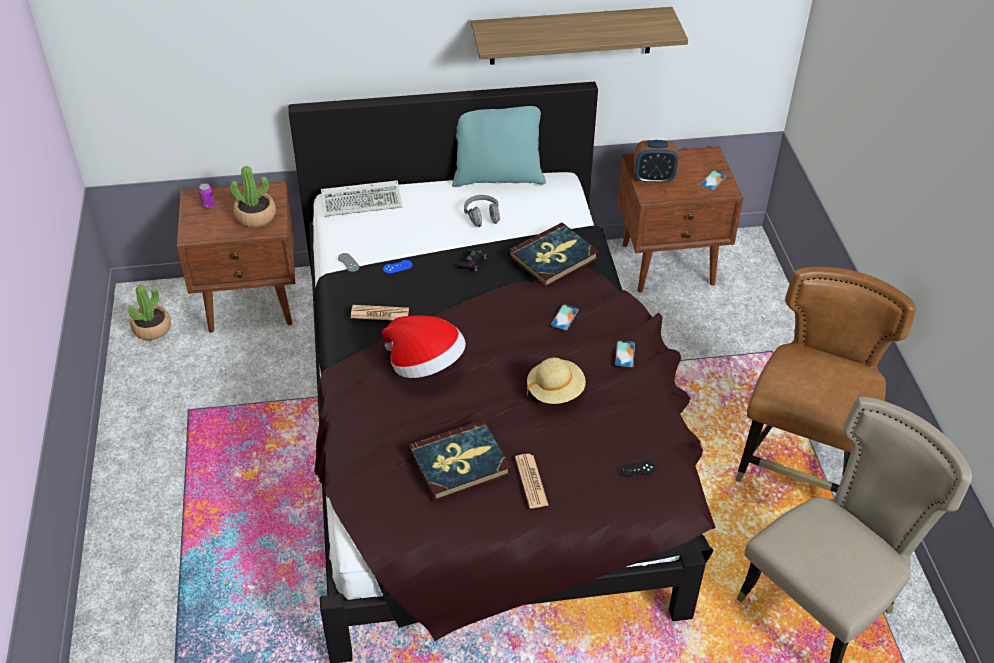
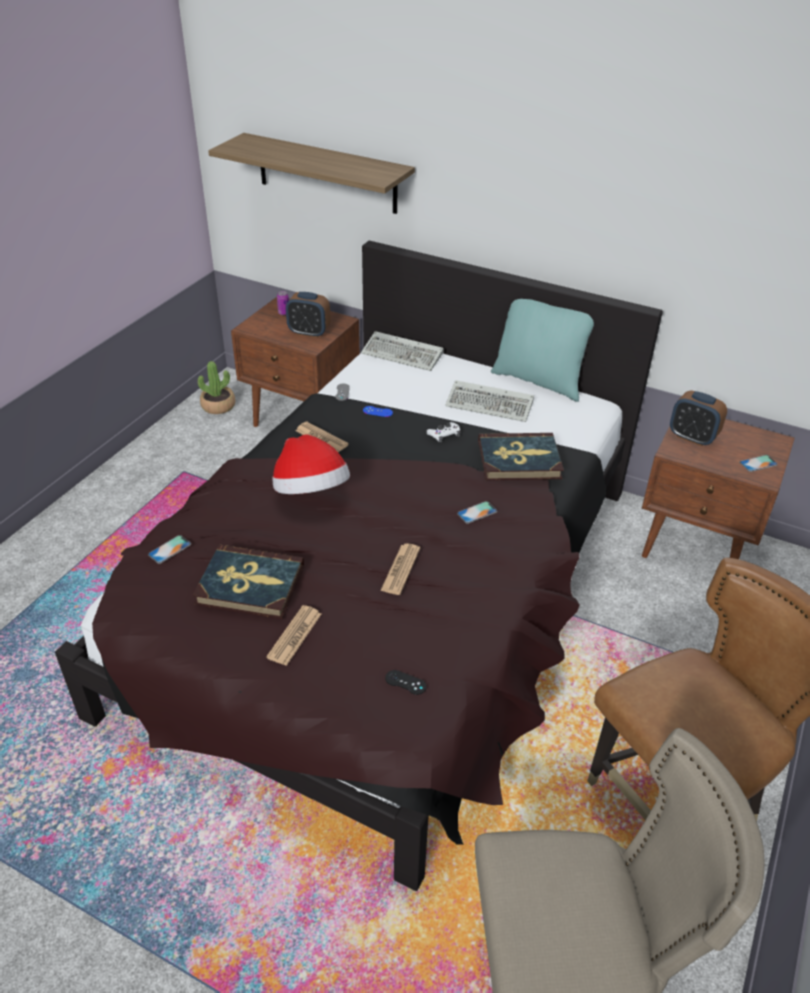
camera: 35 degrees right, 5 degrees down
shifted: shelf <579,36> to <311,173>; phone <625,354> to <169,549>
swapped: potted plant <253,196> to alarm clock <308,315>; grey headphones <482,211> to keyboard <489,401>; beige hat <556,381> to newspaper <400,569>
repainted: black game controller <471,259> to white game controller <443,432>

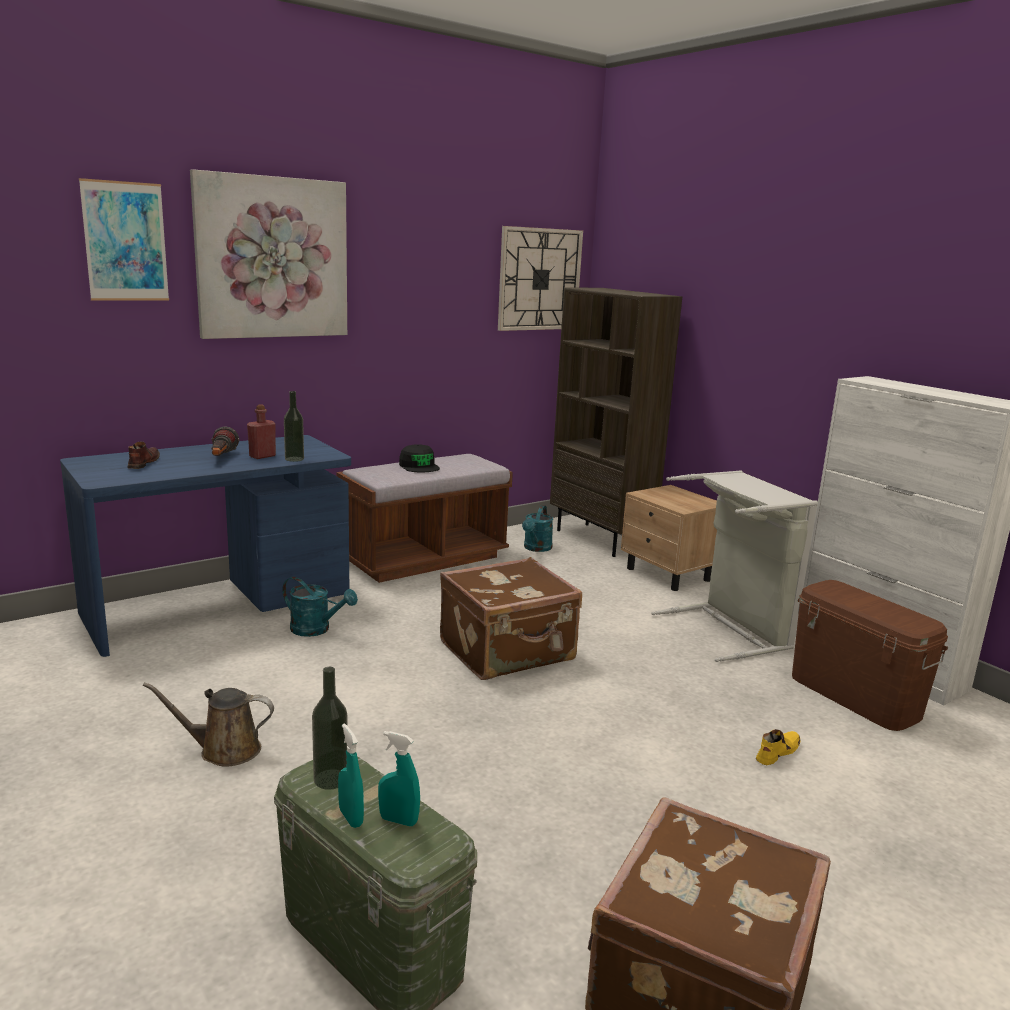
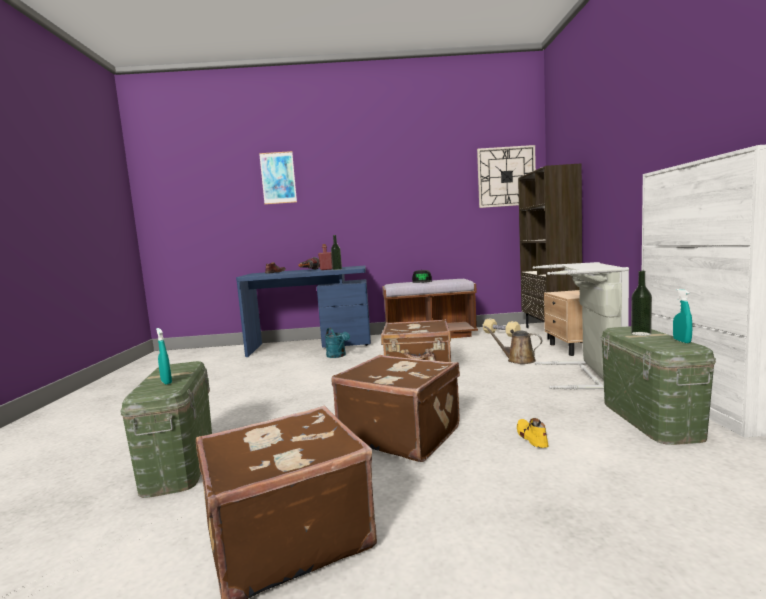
camera: 35 degrees right, 10 degrees down
gone: picture <268,254>
new: brown suitcase <396,408>
shifted: brown watering can <208,724> to <513,345>; bottle <330,728> to <641,303>; turquoise spray bottle <351,775> to <682,316>
swapped: turquoise watering can <537,528> to beige dumbbell <502,328>
repainted: brown storage box <870,655> to green storage box <658,385>
rotated: yellow shoe <778,747> = <532,433> 90 degrees counterclockwise

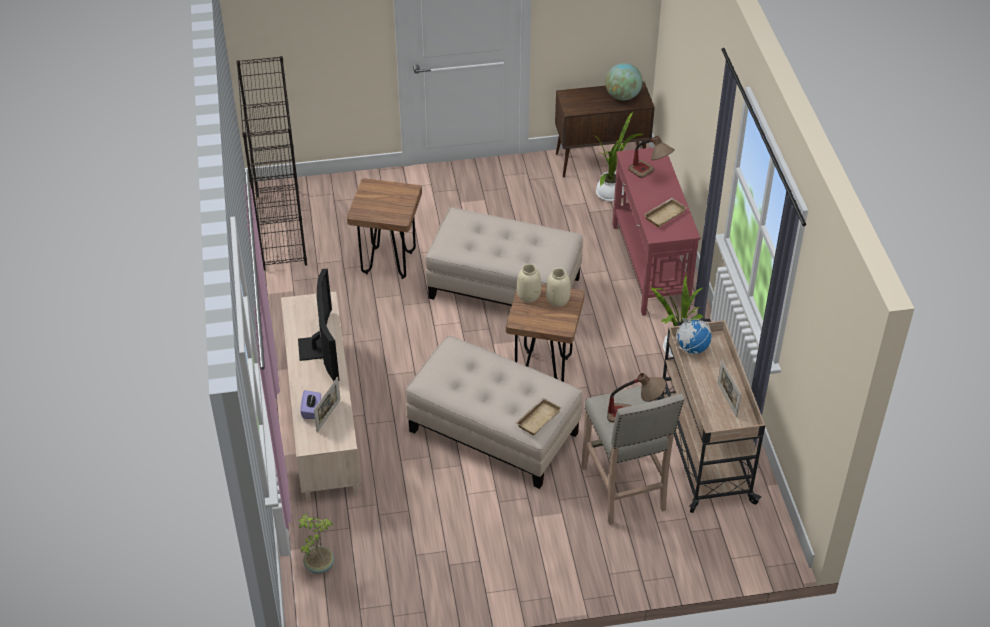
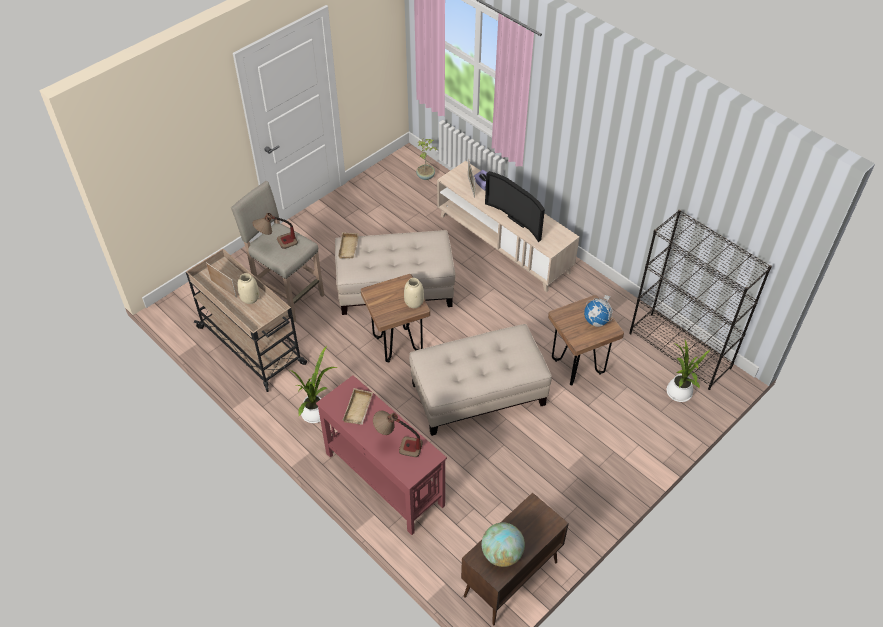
camera: 145 degrees right, 5 degrees up
shifted: beige vase <558,287> to <248,288>; potted plant <618,156> to <688,371>; globe <694,336> to <598,311>

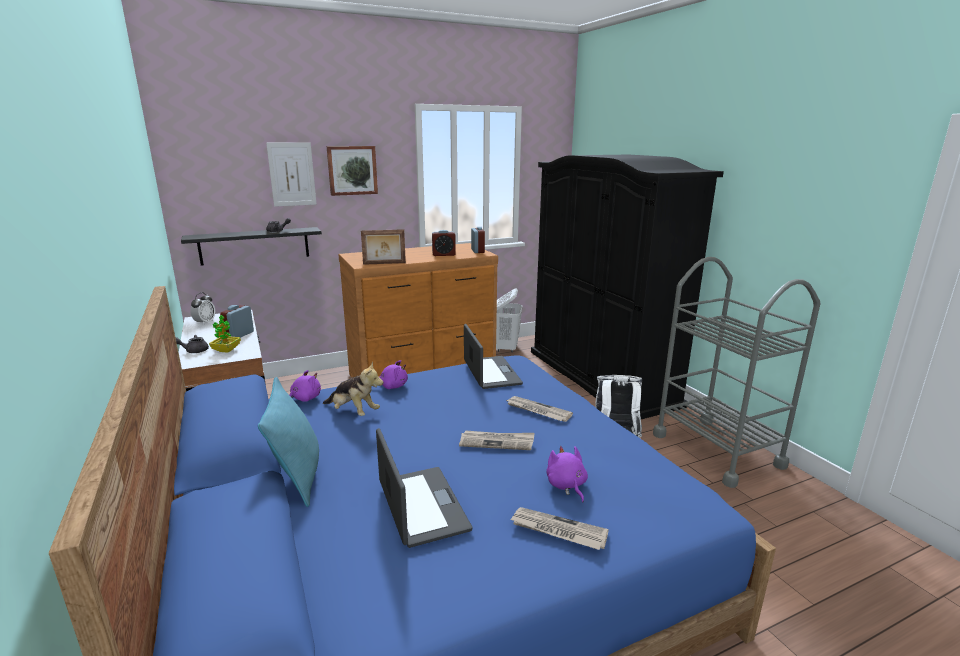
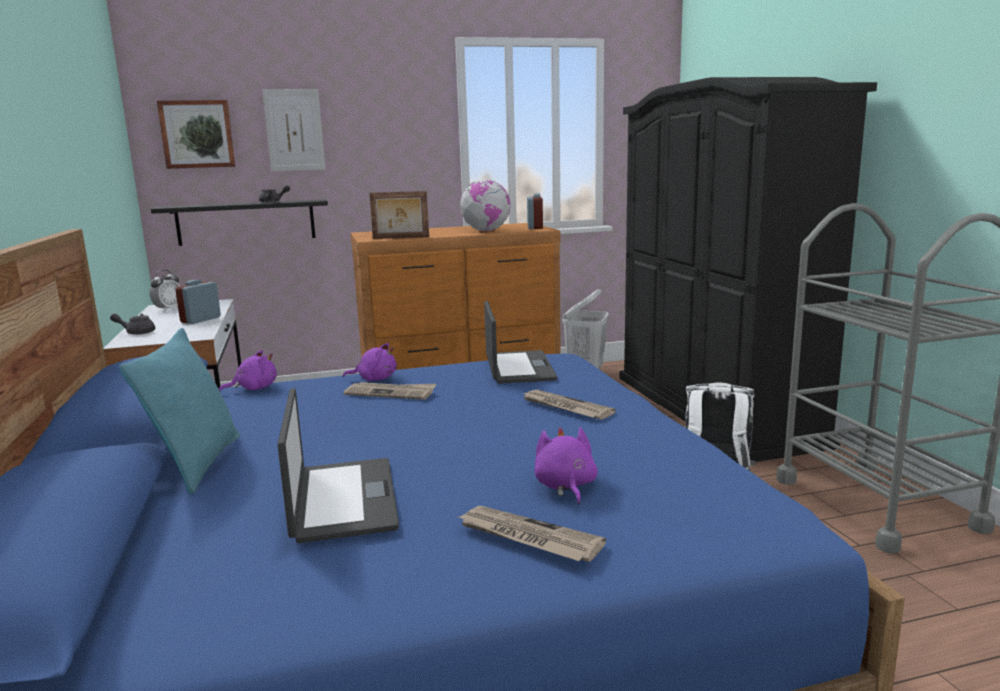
camera: 10 degrees right, 5 degrees down
gone: potted plant <225,334>; plush toy <353,388>
shifted: picture <352,171> to <196,134>; newspaper <496,440> to <390,391>
swapped: alarm clock <444,243> to globe <485,205>

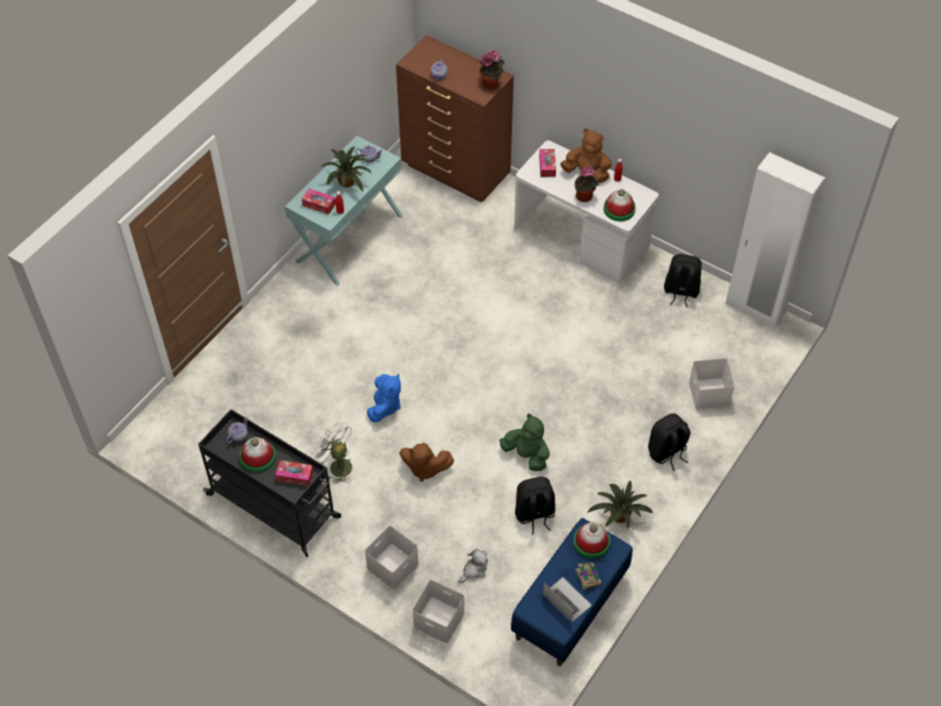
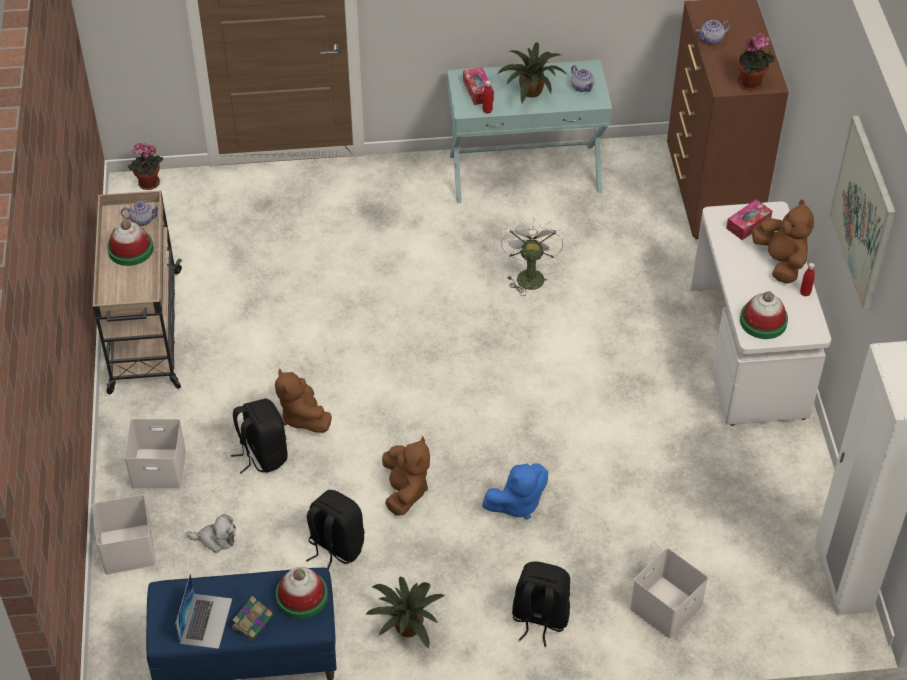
camera: 50 degrees right, 5 degrees down
gone: tissue box <294,473>
new: picture <862,212>
shifted: white fan <331,452> to <532,257>; blue plush toy <384,397> to <515,491>; potted plant <587,184> to <145,166>; black backpack <683,280> to <259,436>
repainted: black cart <269,483> to beige cart <137,292>; green plush toy <524,442> to brown plush toy <406,476>

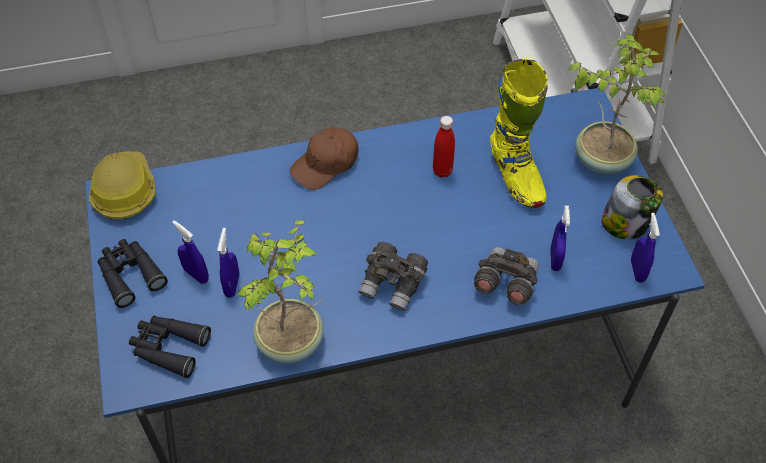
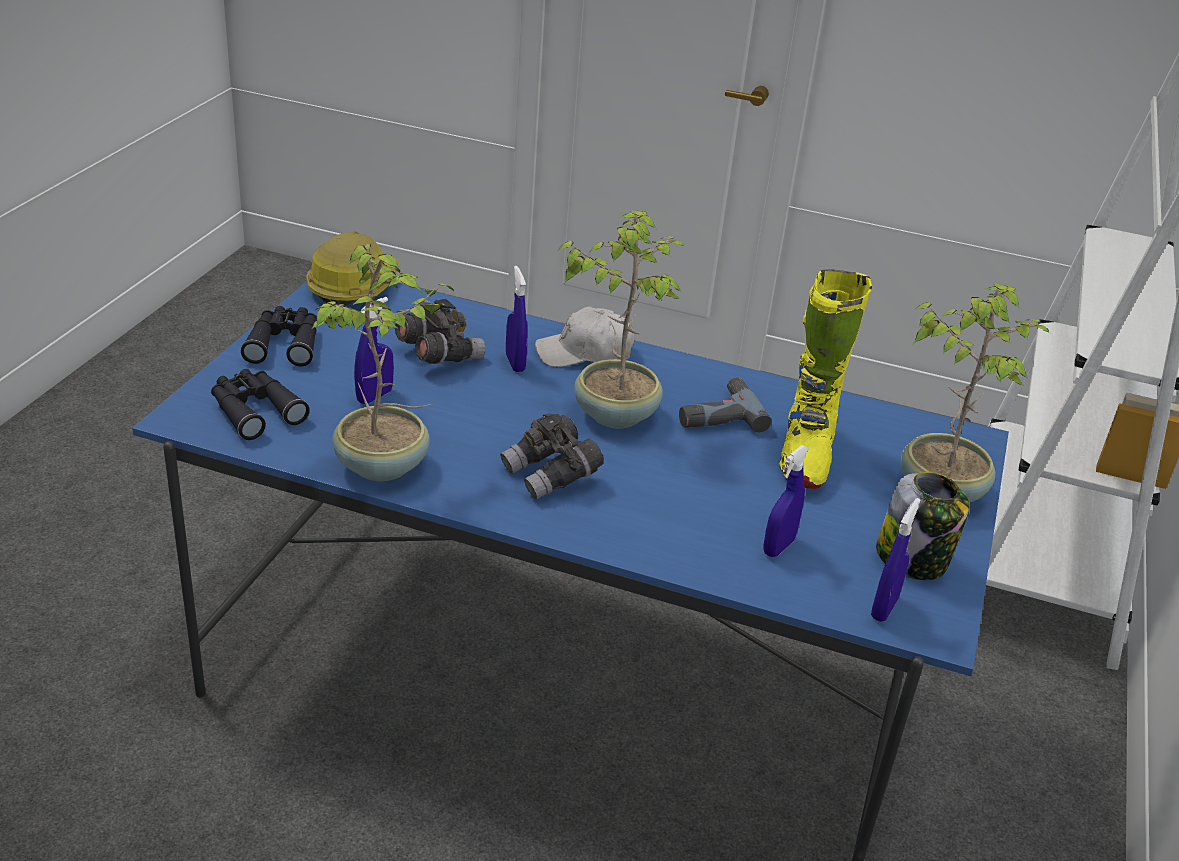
camera: 30 degrees right, 20 degrees down
new: potted plant <621,319>
shifted: blue spray bottle <190,252> to <517,319>; grey binoculars <506,276> to <440,331>
swapped: red bottle <444,147> to power drill <725,404>
repainted: brown cap <324,158> to white cap <585,337>

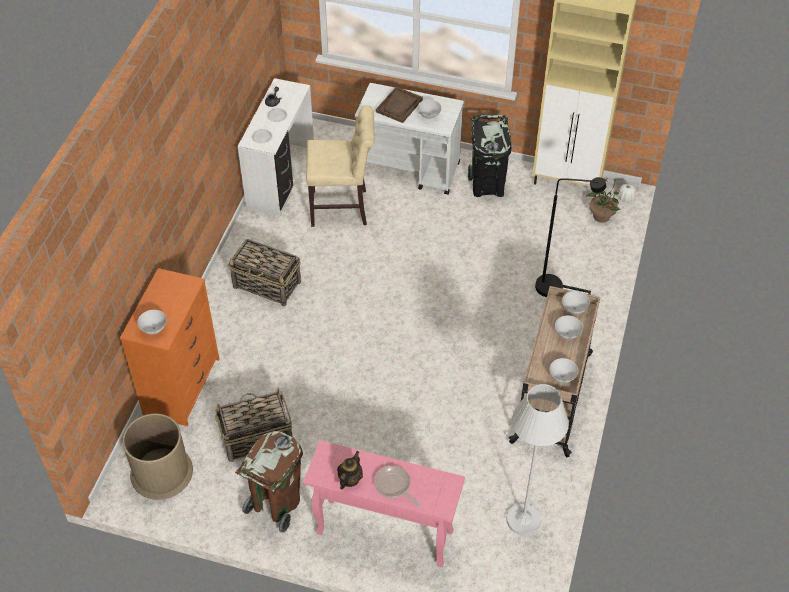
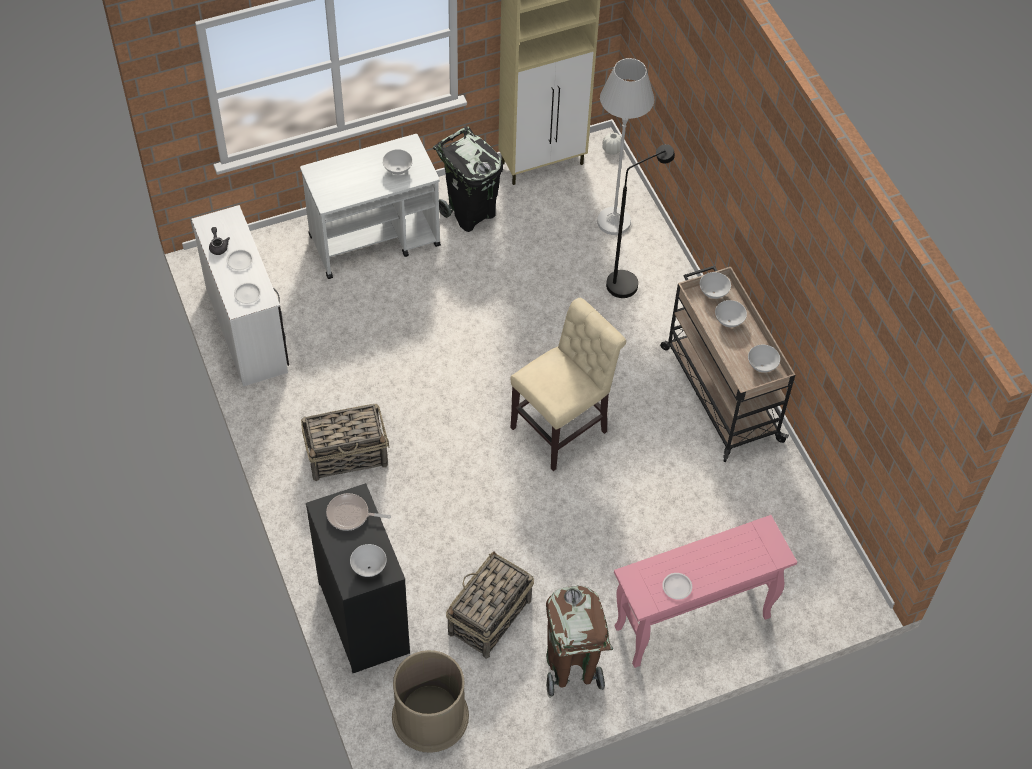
camera: 40 degrees left, 5 degrees up
gone: brown tray <399,105>; potted plant <603,200>
shifted: beige chair <340,166> to <568,384>; frying pan <397,485> to <358,512>; white floor lamp <537,459> to <625,146>
swapped: teapot <350,470> to white plate <677,586>
repainted: orange dresser <169,347> to black dresser <358,578>

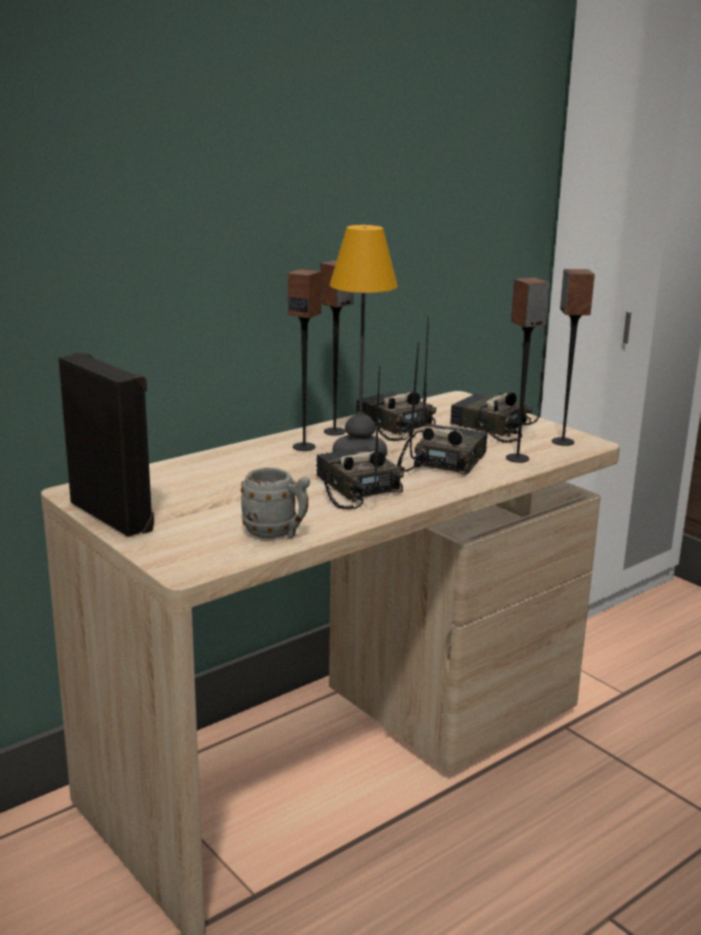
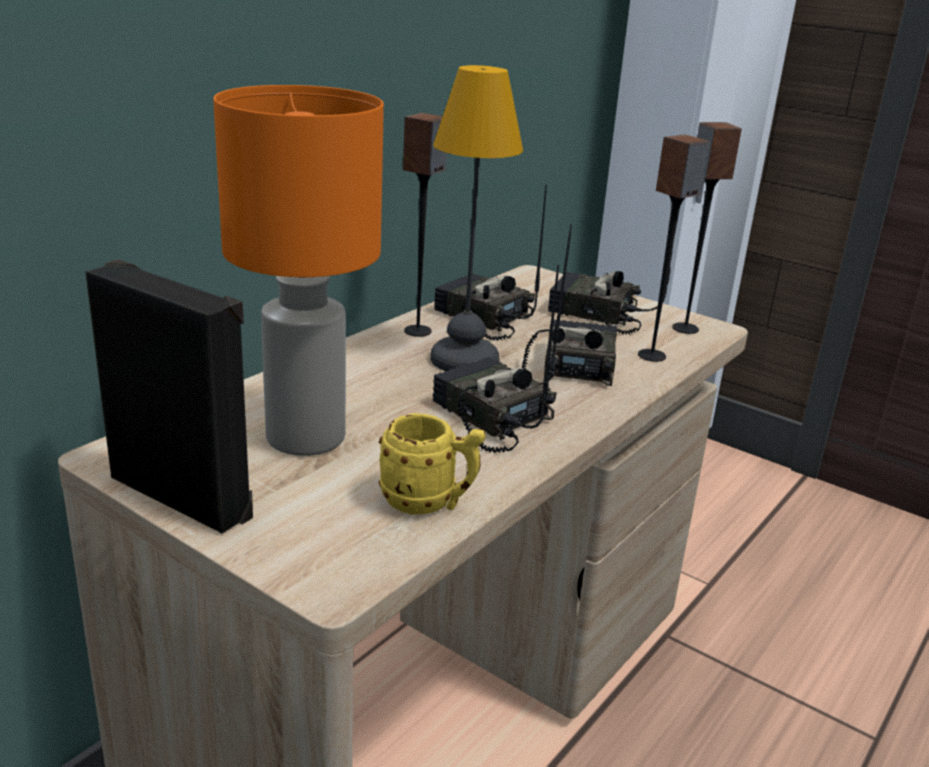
camera: 15 degrees left, 5 degrees up
gone: speaker <305,360>
new: orange table lamp <298,270>
repainted: grey mug <275,502> to yellow mug <432,463>

